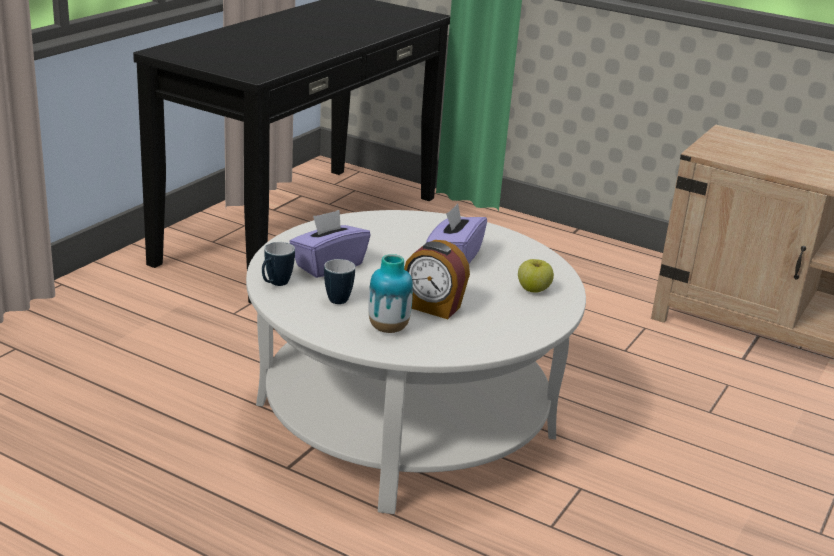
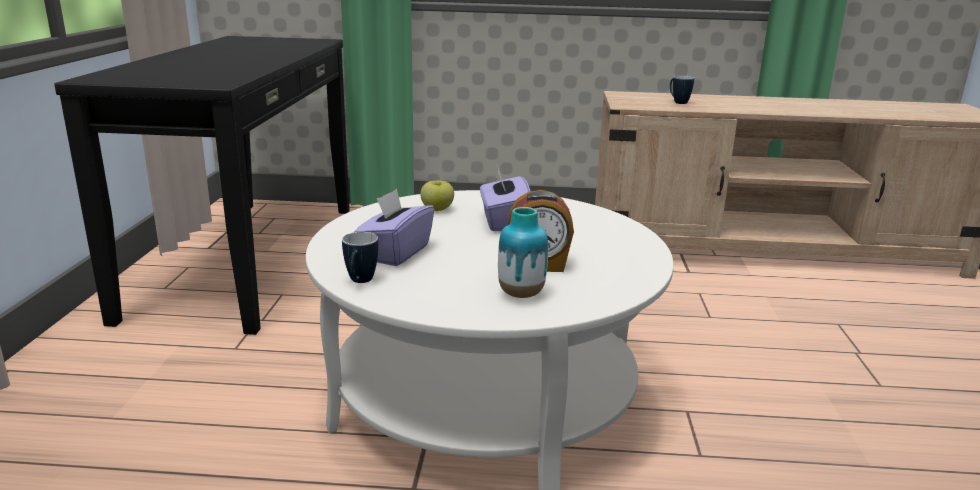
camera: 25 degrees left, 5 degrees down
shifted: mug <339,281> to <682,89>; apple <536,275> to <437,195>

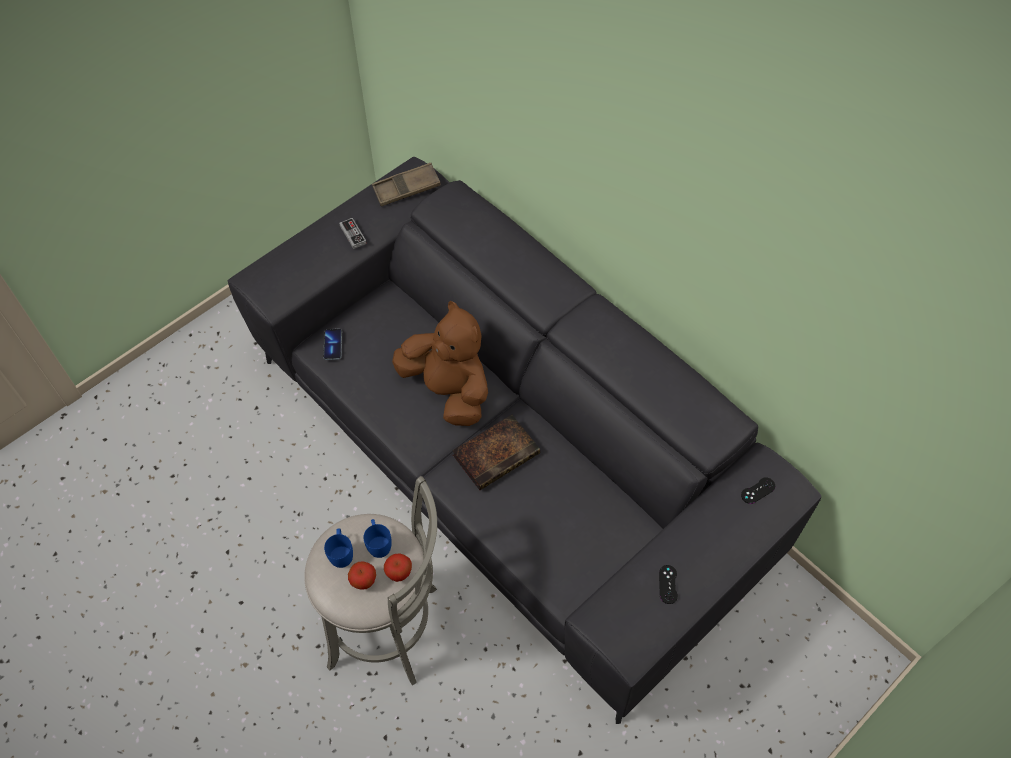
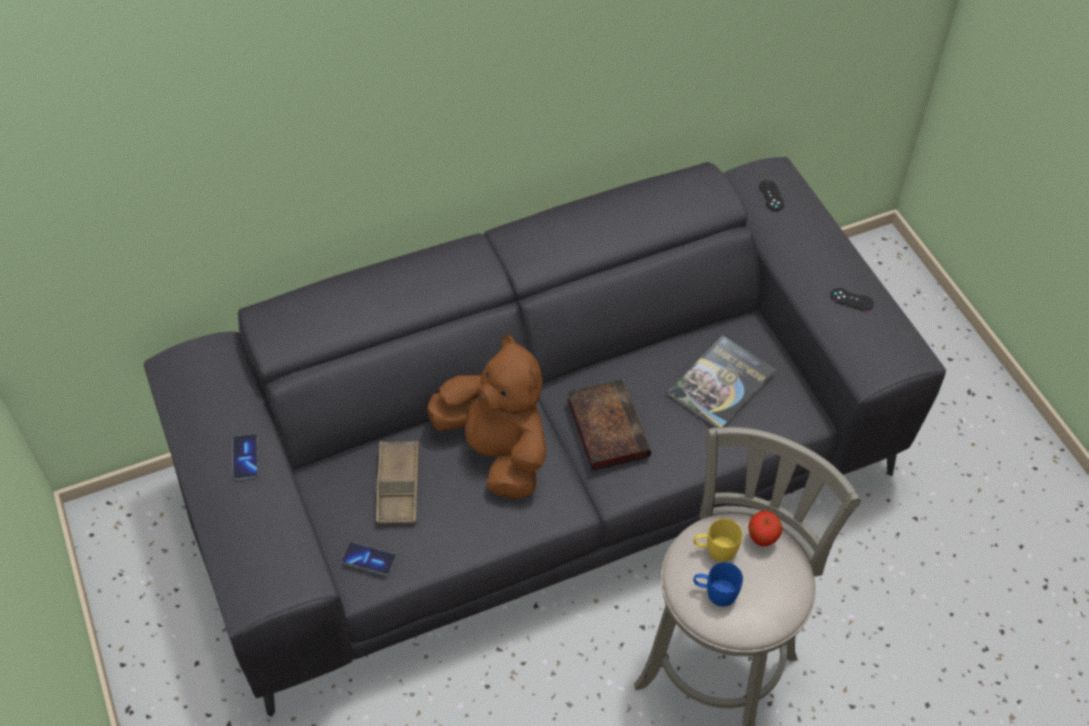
camera: 70 degrees left, 5 degrees down
gone: apple <362,575>
new: book <721,382>
shifted: brown tray <406,184> to <397,483>
swapped: game controller <353,233> to phone <245,457>
repainted: blue mug <378,538> to yellow mug <718,540>
rotated: brown plush toy <440,363> = <486,416> 75 degrees clockwise

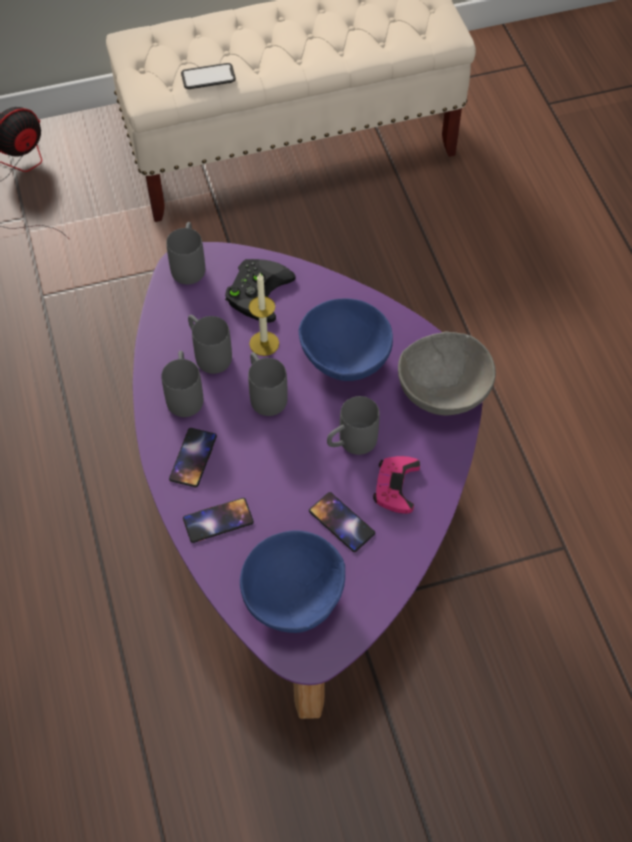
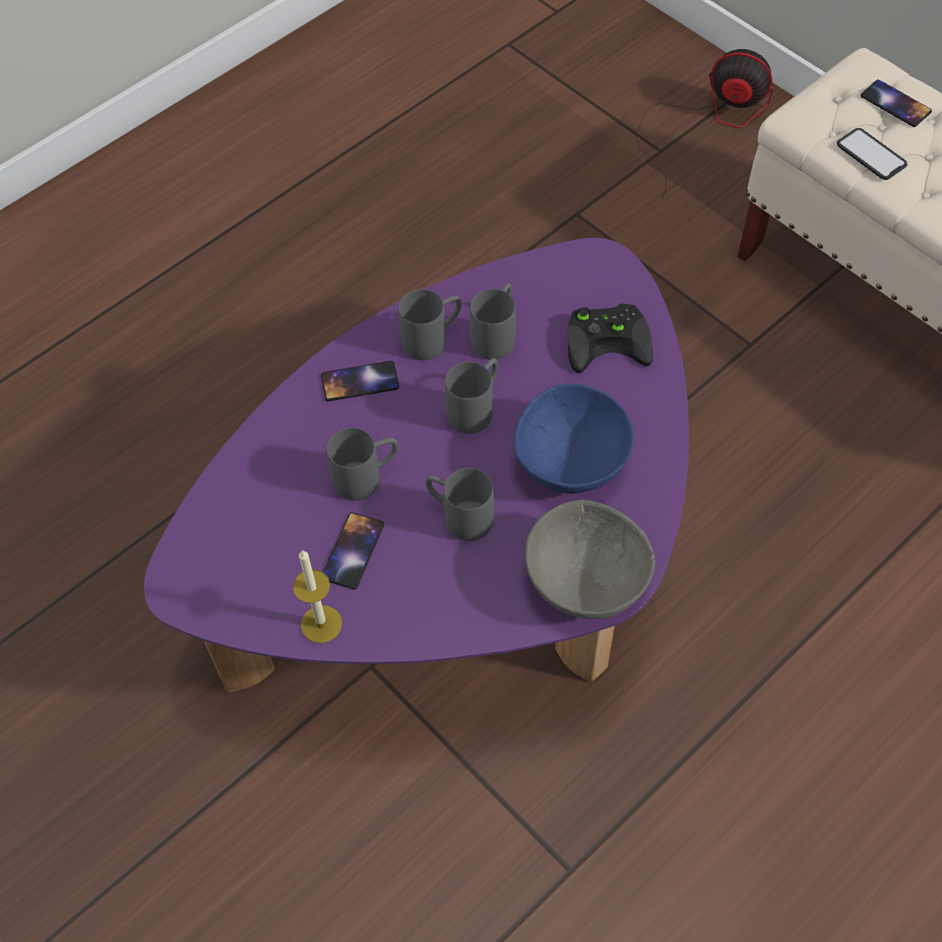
camera: 65 degrees right, 0 degrees up
gone: blue bowl <292,581>; pink game controller <396,485>
shifted: grey mug <185,253> to <362,464>; phone <218,520> to <896,103>; candle <264,314> to <317,596>

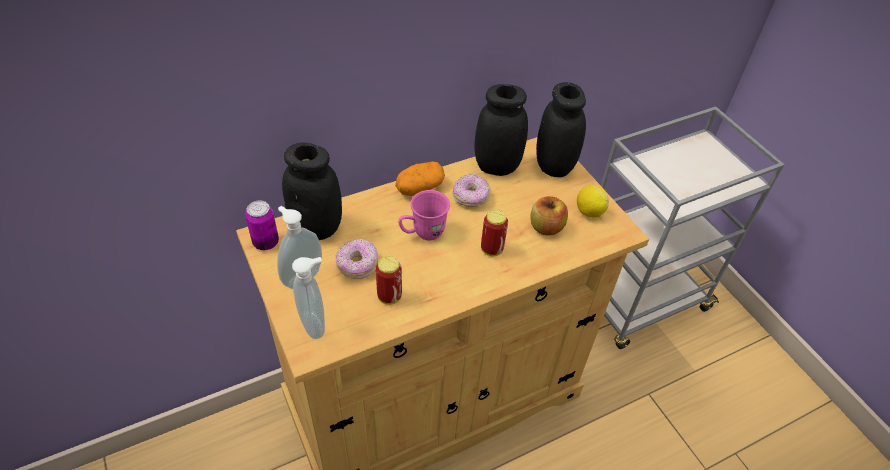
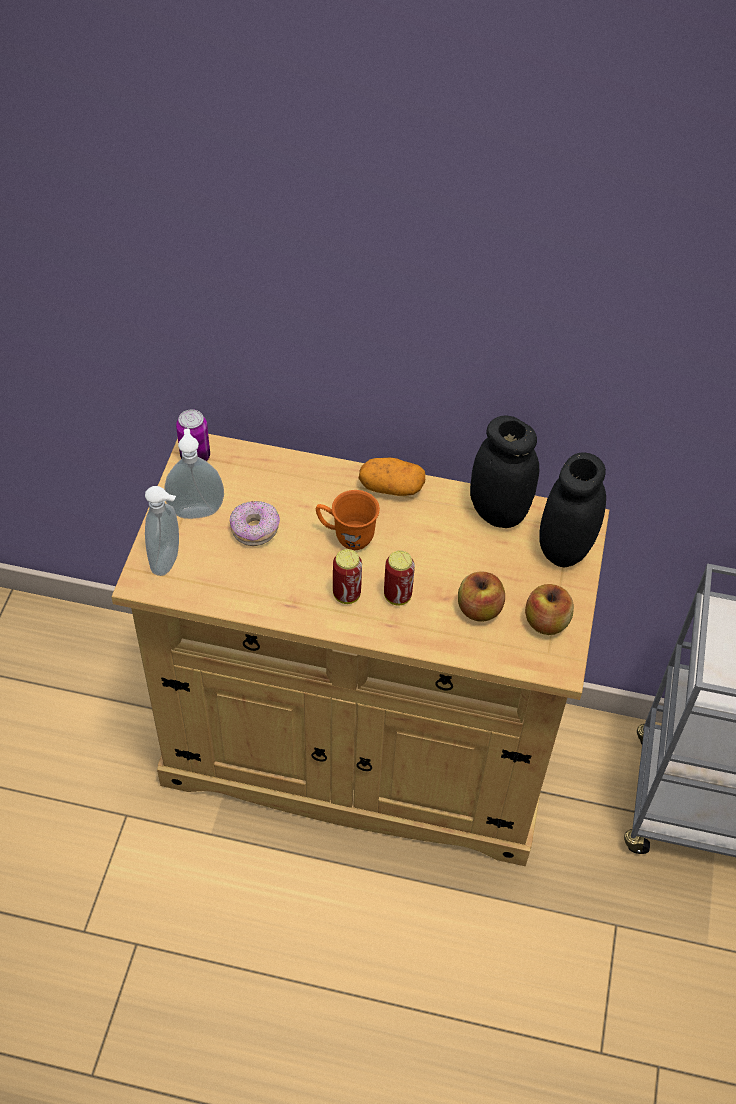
camera: 40 degrees right, 5 degrees up
gone: black jar <312,191>; donut <472,190>
shifted: can <389,280> to <347,576>
swapped: lemon <593,201> to apple <549,609>
repainted: pink mug <424,215> to orange mug <348,520>

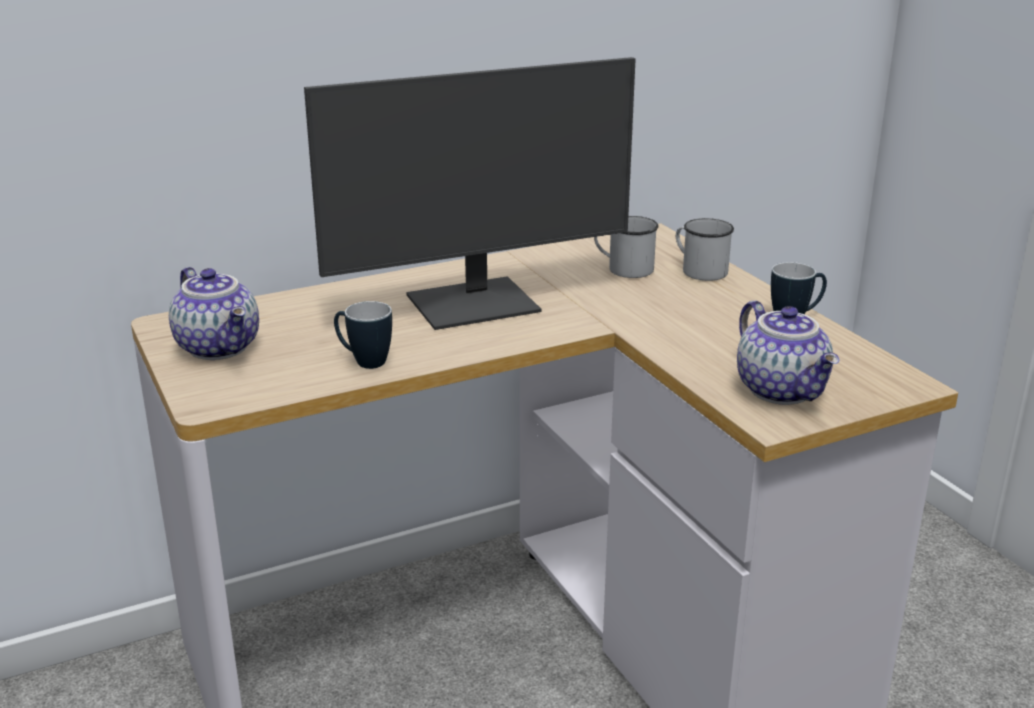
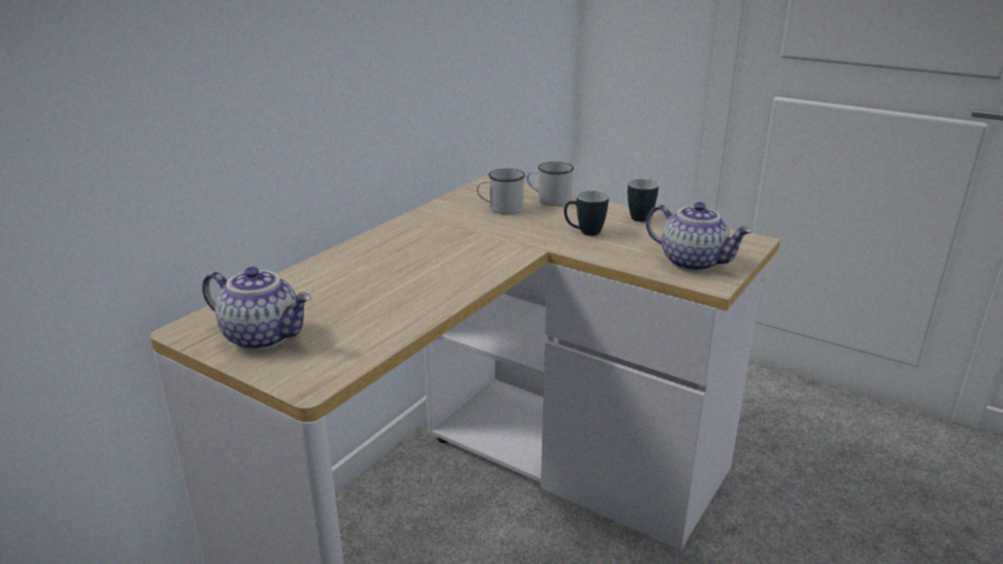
camera: 30 degrees left, 0 degrees up
gone: monitor <470,193>
shifted: mug <363,335> to <586,213>

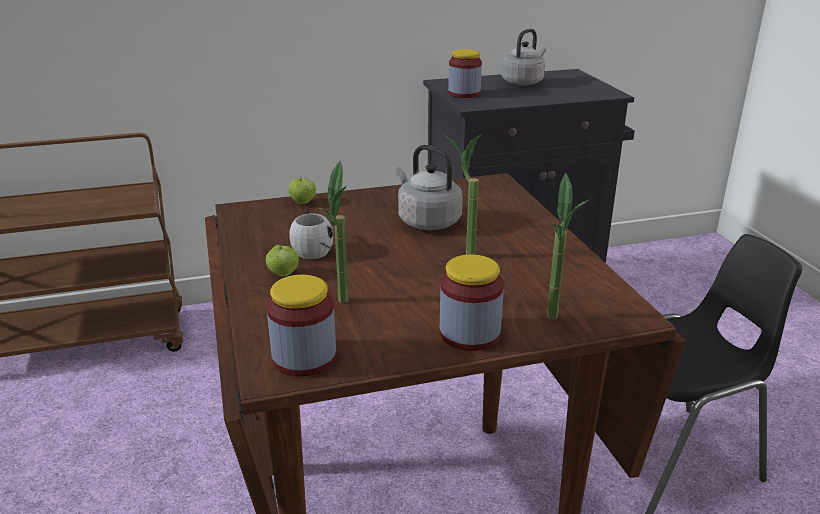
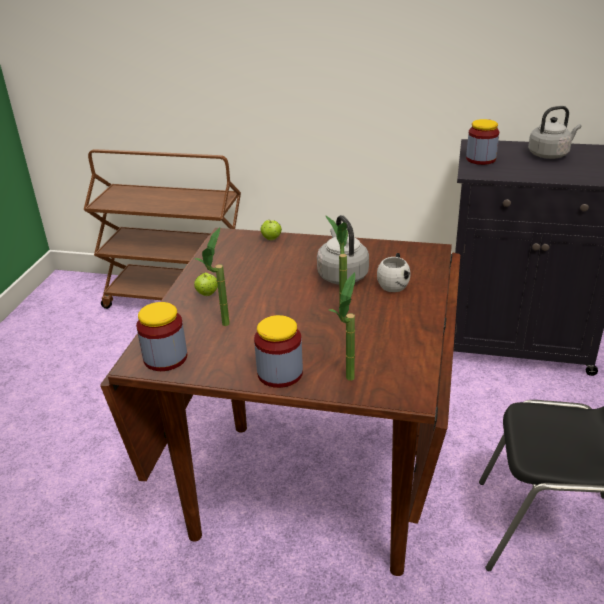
camera: 30 degrees right, 5 degrees up
shifted: white mug <311,234> to <393,272>

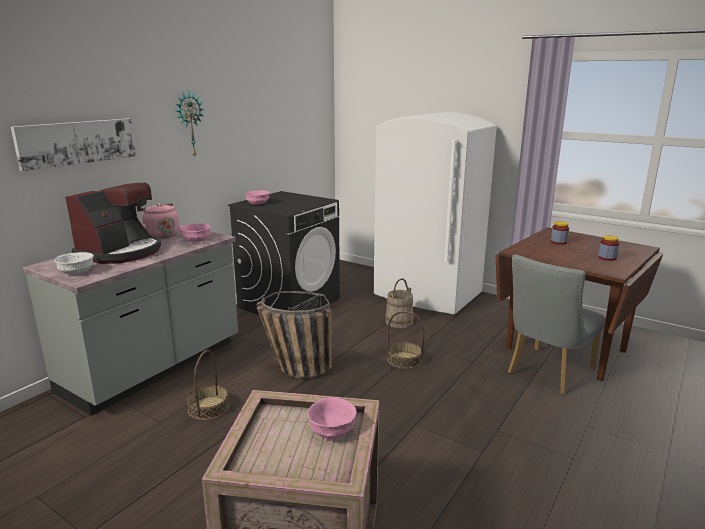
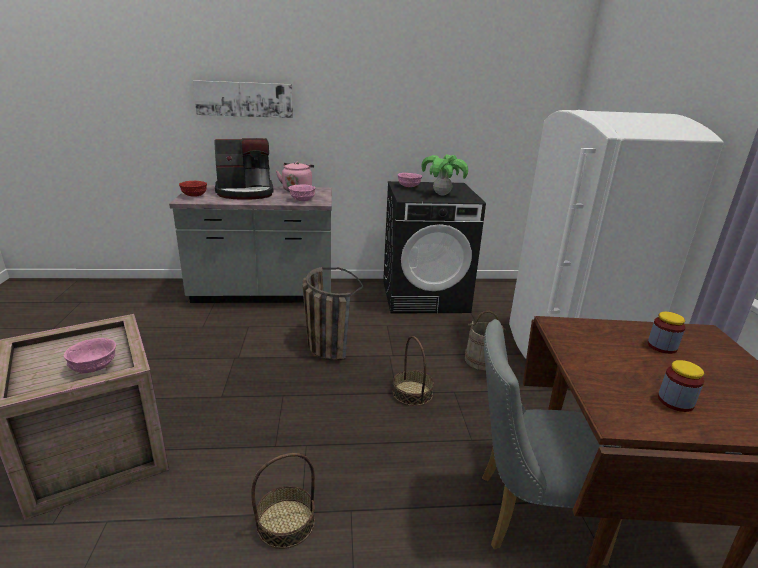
camera: 50 degrees right, 5 degrees up
gone: wall clock <190,124>
new: potted plant <444,175>
shifted: basket <207,385> to <283,501>
repainted: white bowl <74,263> to red bowl <193,189>

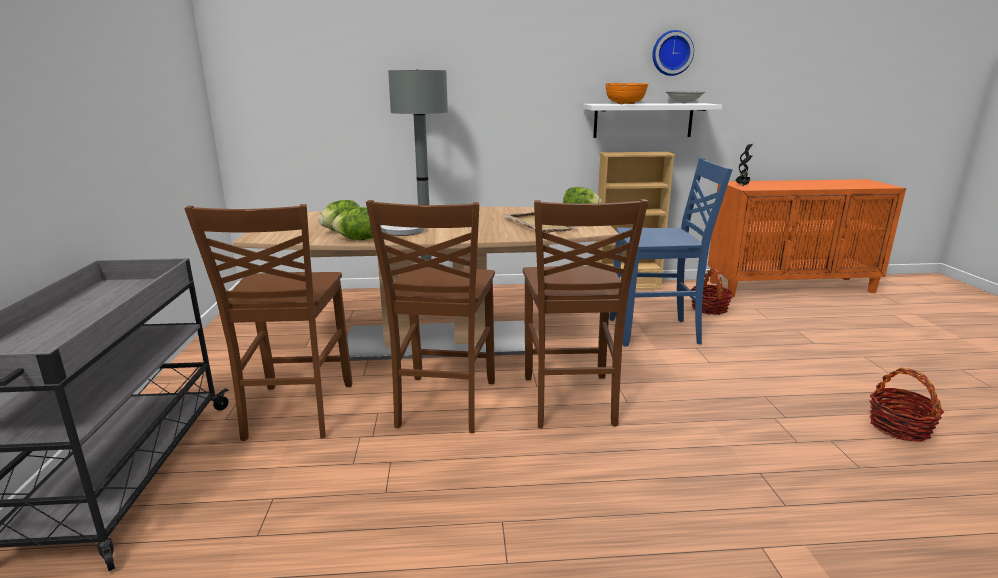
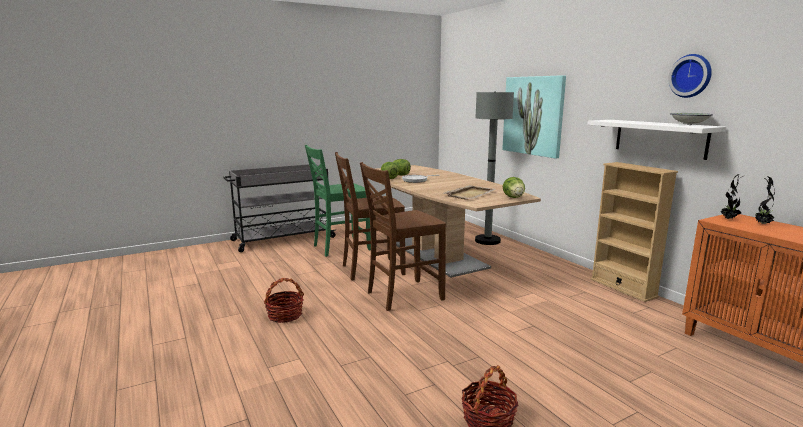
camera: 65 degrees right, 5 degrees down
gone: orange bowl <627,93>; blue chair <671,252>
new: picture <534,117>; potted plant <765,200>
shifted: basket <712,291> to <284,300>
repainted: brown chair <268,322> to green chair <338,201>

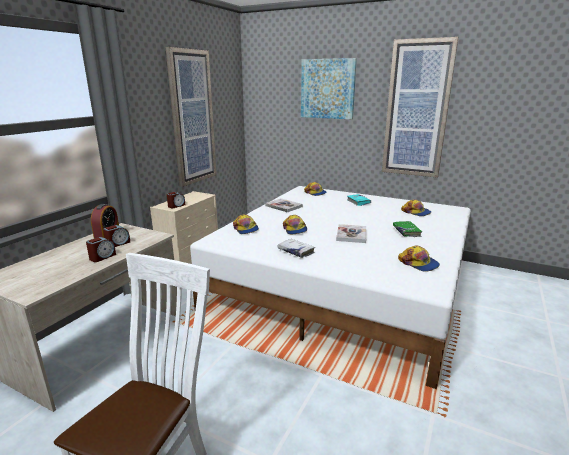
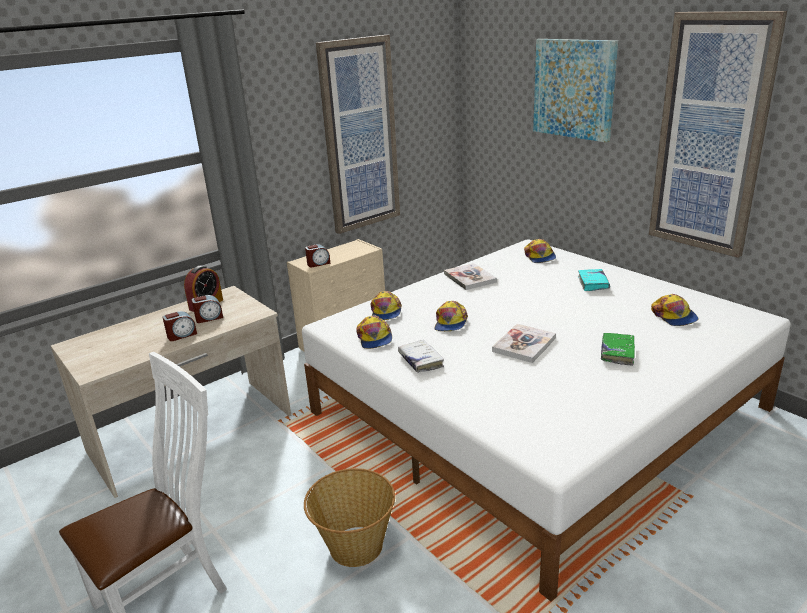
camera: 25 degrees right, 5 degrees up
new: basket <349,517>
shifted: cap <419,258> to <374,332>

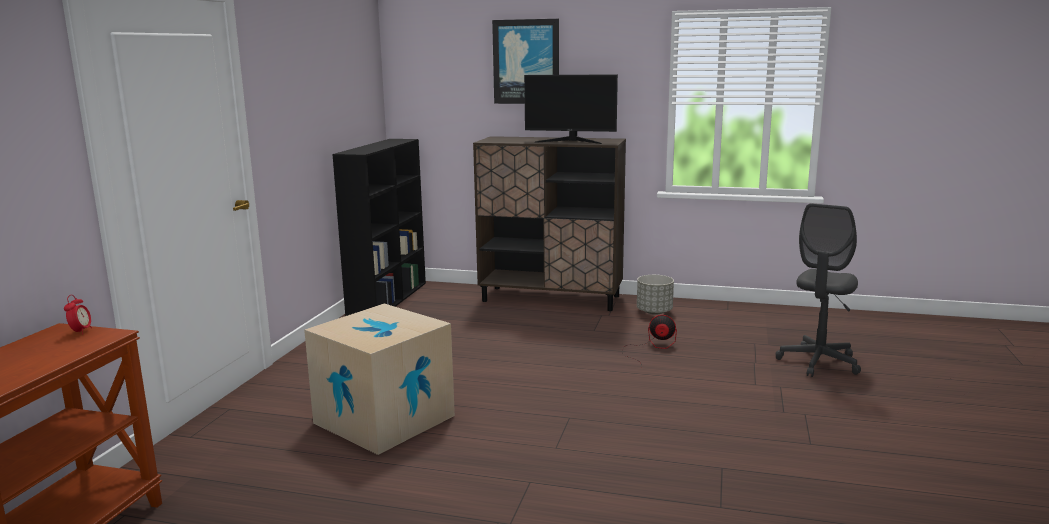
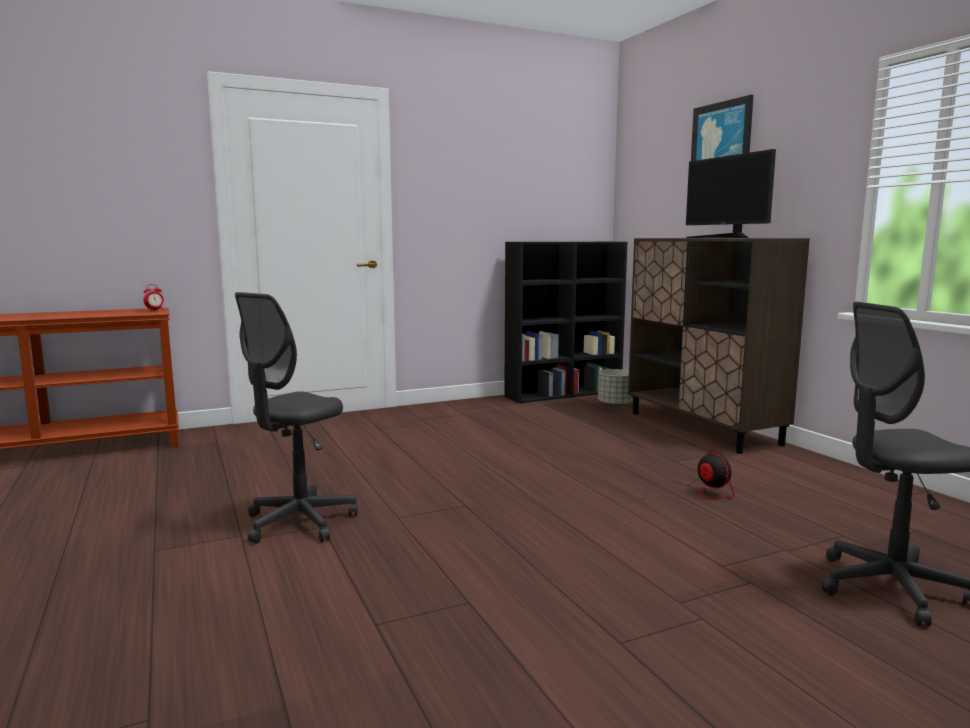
camera: 50 degrees right, 5 degrees down
gone: cardboard box <379,379>
new: grey office chair <296,418>
shifted: grey planter <655,295> to <615,388>

